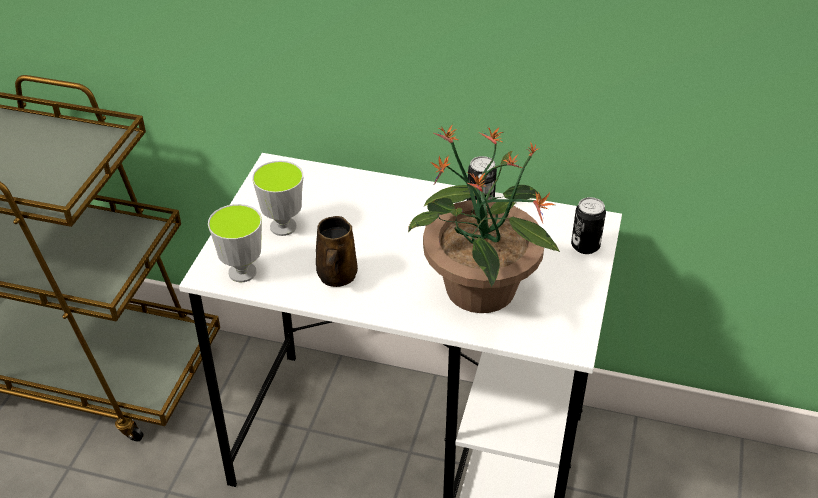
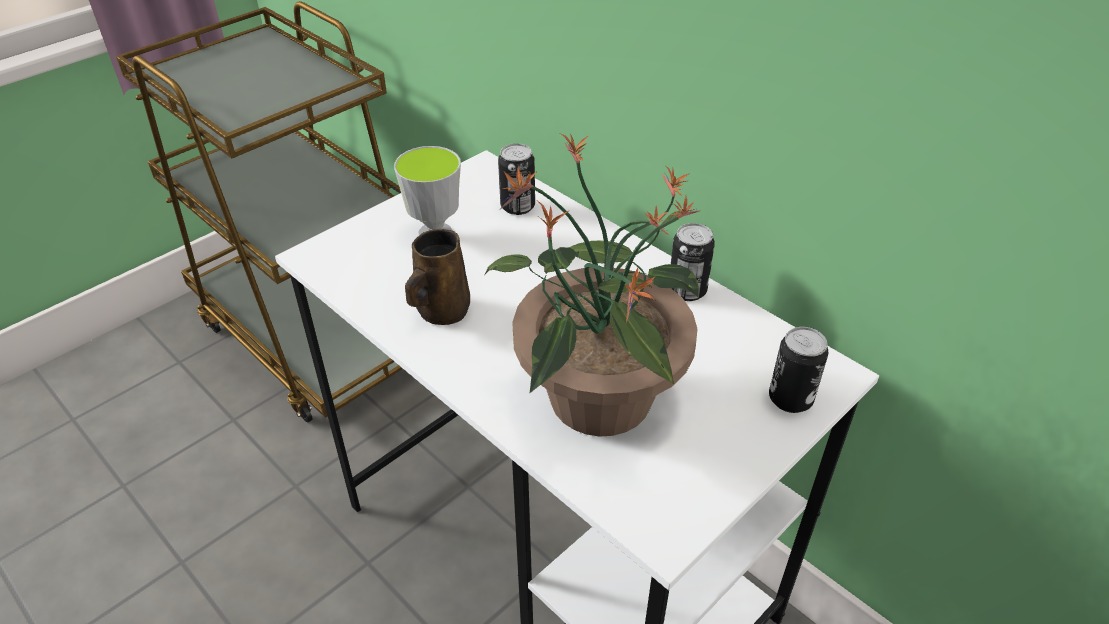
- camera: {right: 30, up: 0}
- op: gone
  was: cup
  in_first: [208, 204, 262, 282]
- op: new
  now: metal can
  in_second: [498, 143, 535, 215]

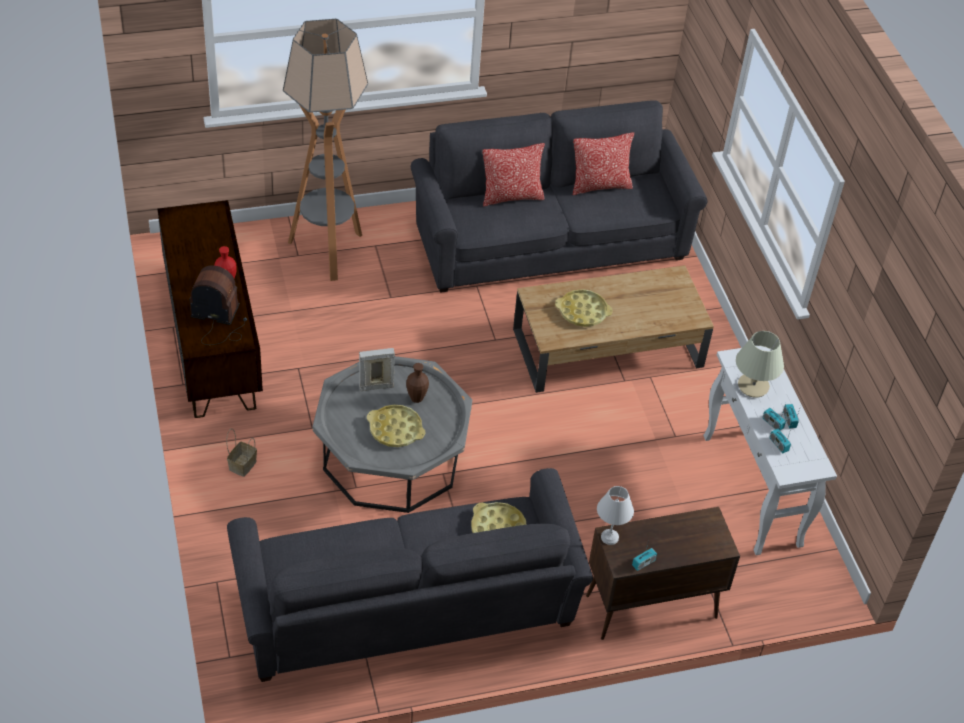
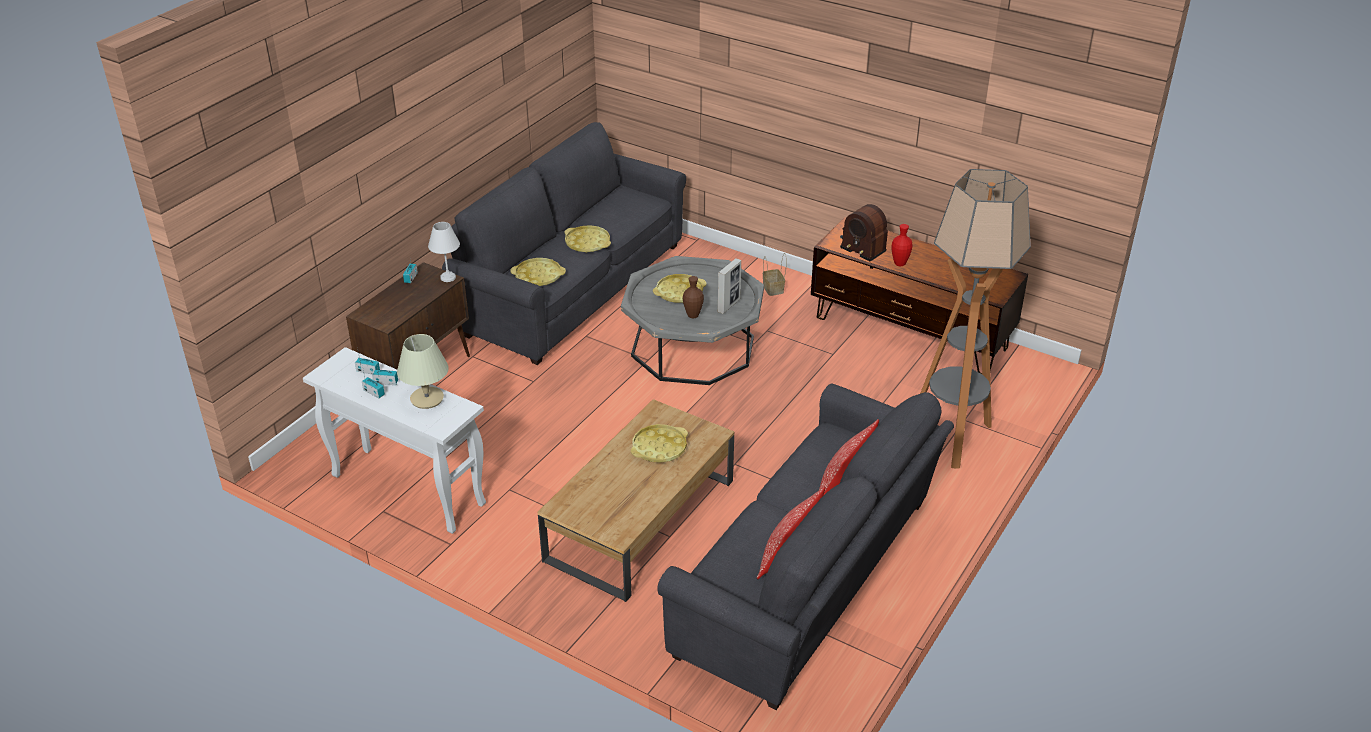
- camera: {right: 140, up: -10}
- op: rotated
  was: radio set
  in_first: [189, 265, 247, 345]
  in_second: [840, 204, 888, 261]
  clockwise: 75
- op: new
  now: yellow serving tray
  in_second: [564, 225, 611, 253]

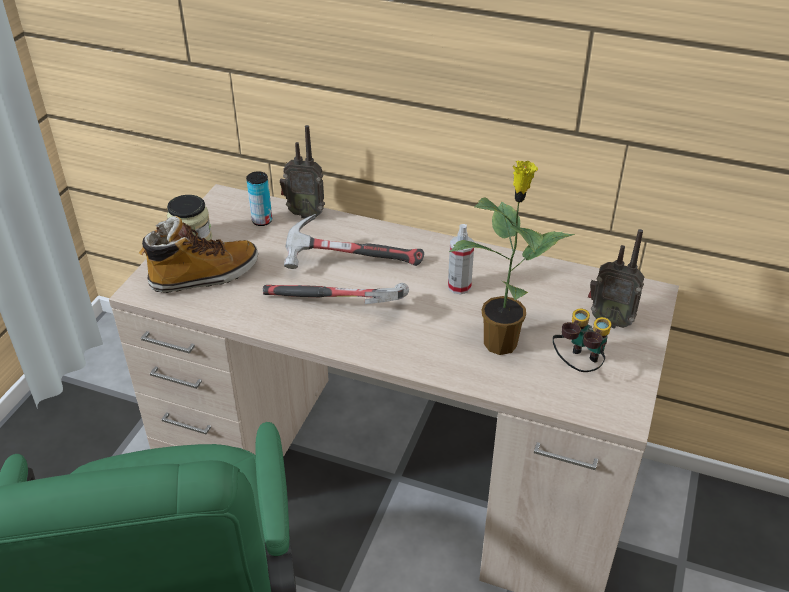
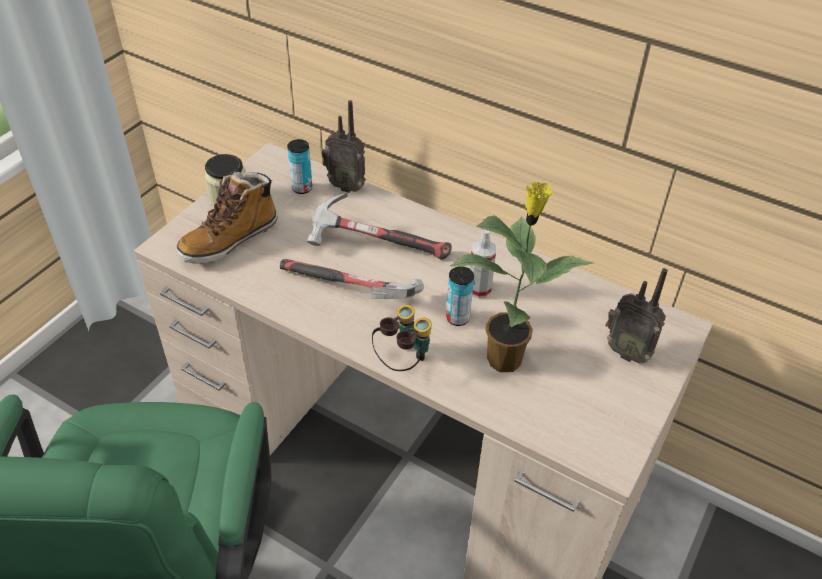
- camera: {right: 10, up: 5}
- op: rotated
  was: high-top boot
  in_first: [139, 216, 258, 293]
  in_second: [176, 172, 278, 264]
  clockwise: 150
- op: shifted
  was: pair of binoculars
  in_first: [553, 309, 612, 372]
  in_second: [372, 305, 432, 371]
- op: new
  now: metal can
  in_second: [446, 266, 474, 326]

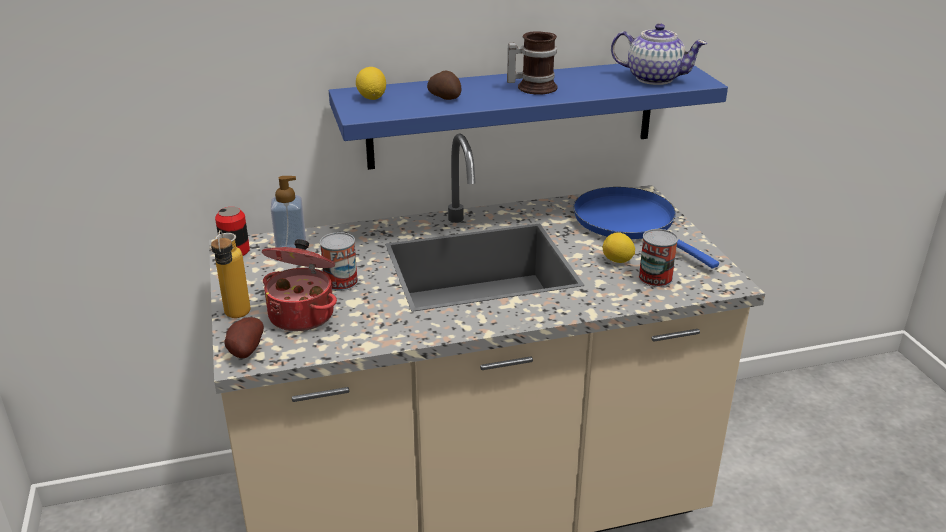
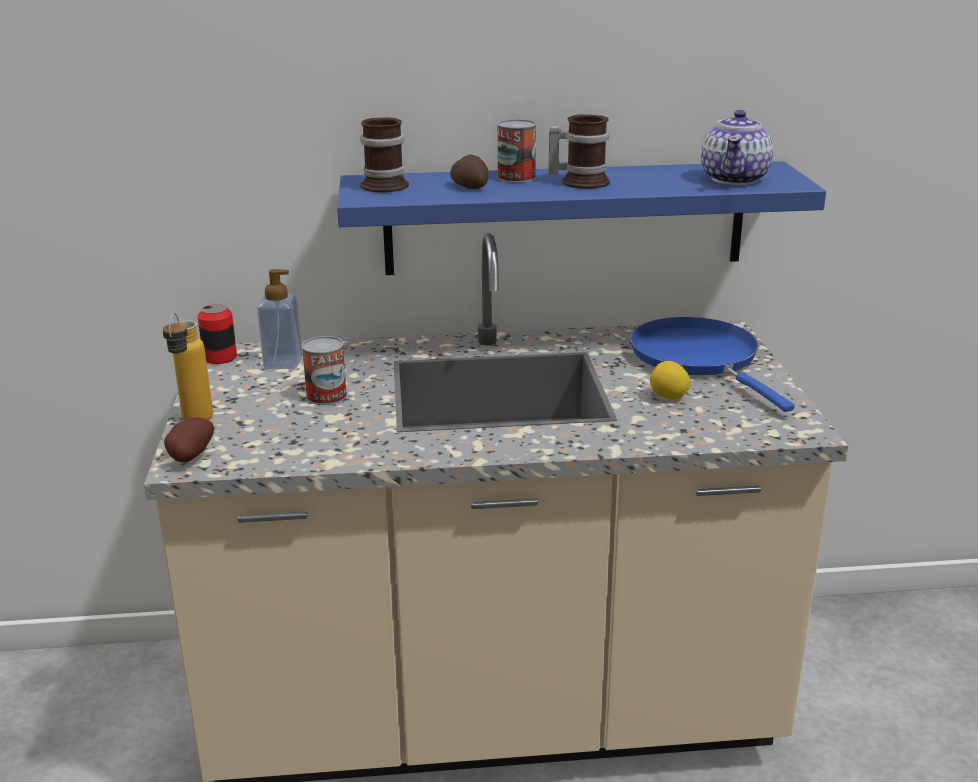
- camera: {right: 10, up: -5}
- op: rotated
  was: teapot
  in_first: [611, 23, 707, 85]
  in_second: [701, 110, 773, 185]
  clockwise: 75
- op: swapped
  was: whole lemon
  now: tea mug
  in_first: [356, 67, 386, 100]
  in_second: [360, 118, 409, 193]
- op: shifted
  was: metal can
  in_first: [638, 229, 678, 287]
  in_second: [497, 119, 537, 183]
- op: gone
  was: saucepot
  in_first: [262, 239, 337, 331]

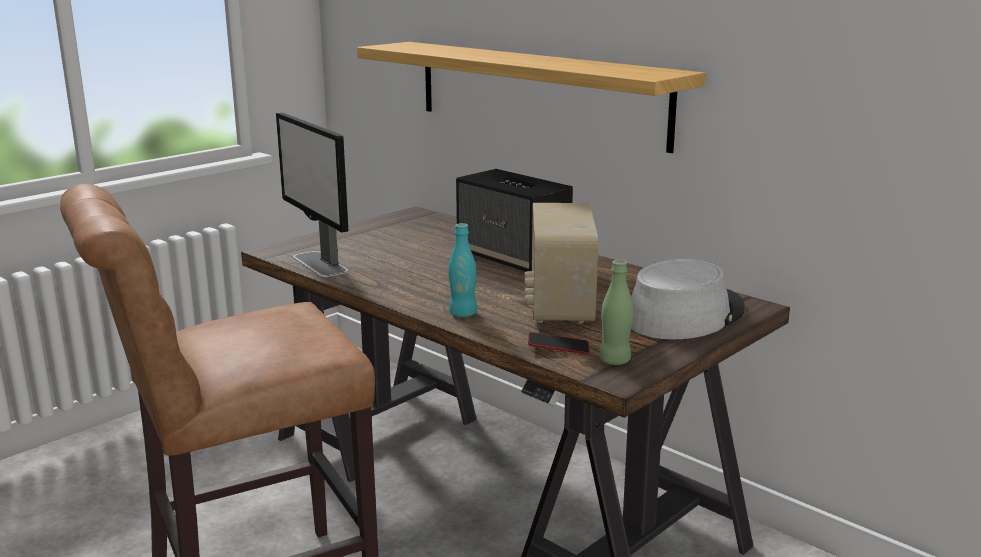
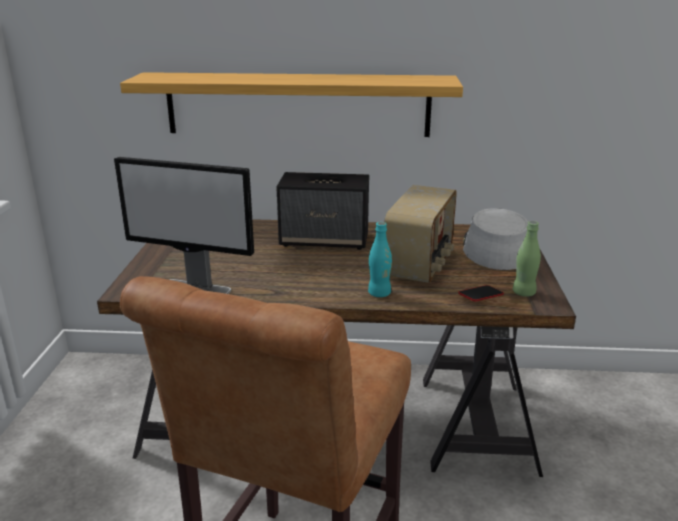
- camera: {right: -40, up: 5}
- op: rotated
  was: radio set
  in_first: [525, 203, 598, 323]
  in_second: [384, 185, 457, 283]
  clockwise: -120

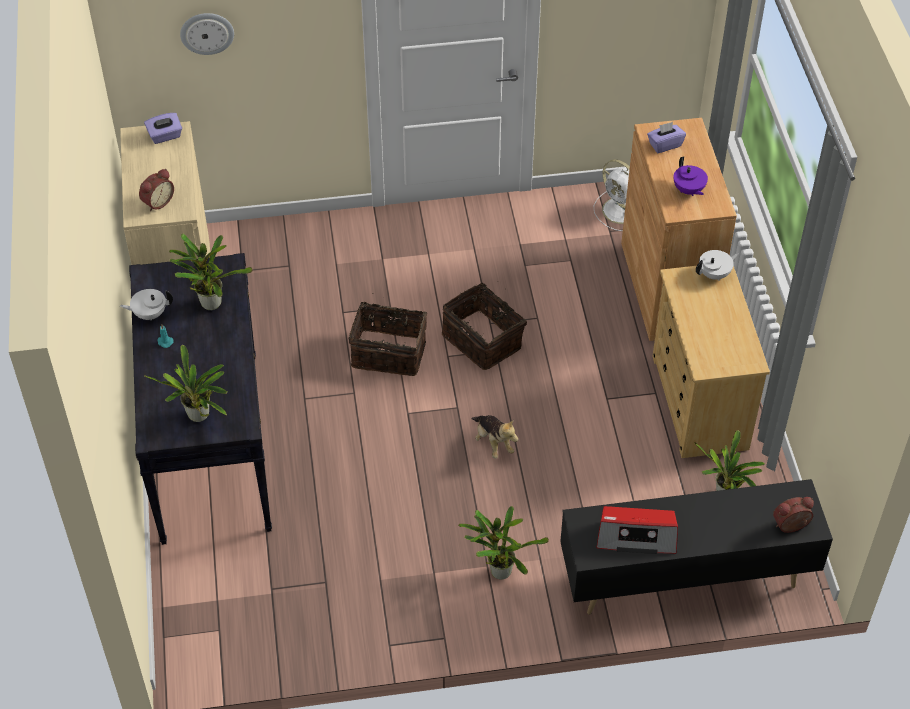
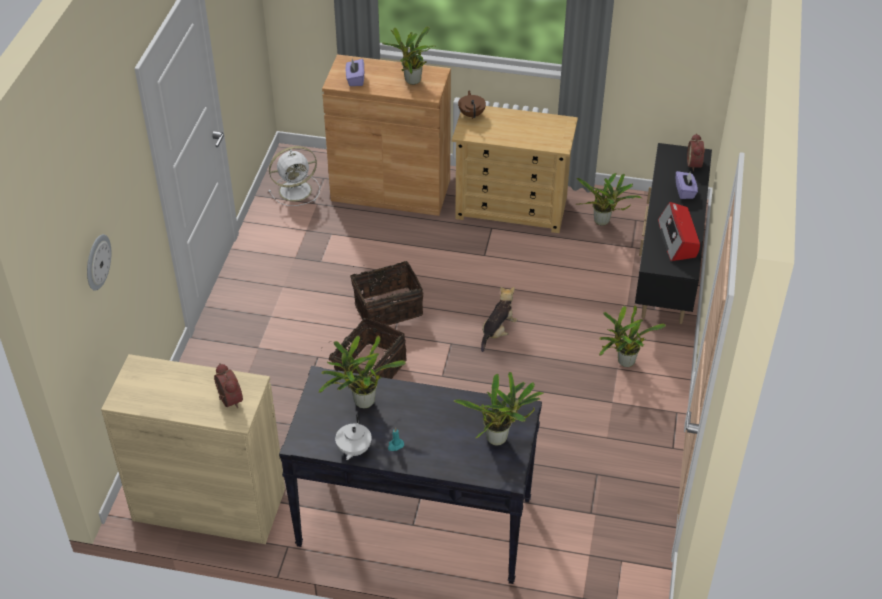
- camera: {right: -70, up: -5}
- op: shifted
  was: purple-coloured box of tissues
  in_first: [144, 113, 182, 144]
  in_second: [676, 171, 698, 199]
- op: swapped
  was: purple-coloured teapot
  now: houseplant
  in_first: [673, 156, 708, 196]
  in_second: [382, 27, 435, 85]
- op: repainted
  was: white teapot
  now: brownish teapot
  in_first: [696, 250, 739, 281]
  in_second: [458, 90, 486, 119]
- op: rotated
  was: cuddly toy
  in_first: [472, 415, 519, 459]
  in_second: [481, 287, 517, 352]
  clockwise: -45
- op: rotated
  was: radio set
  in_first: [596, 506, 678, 554]
  in_second: [658, 202, 700, 261]
  clockwise: 150

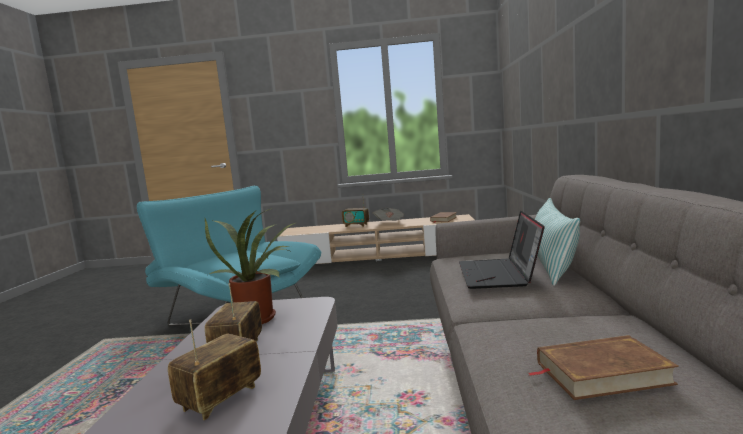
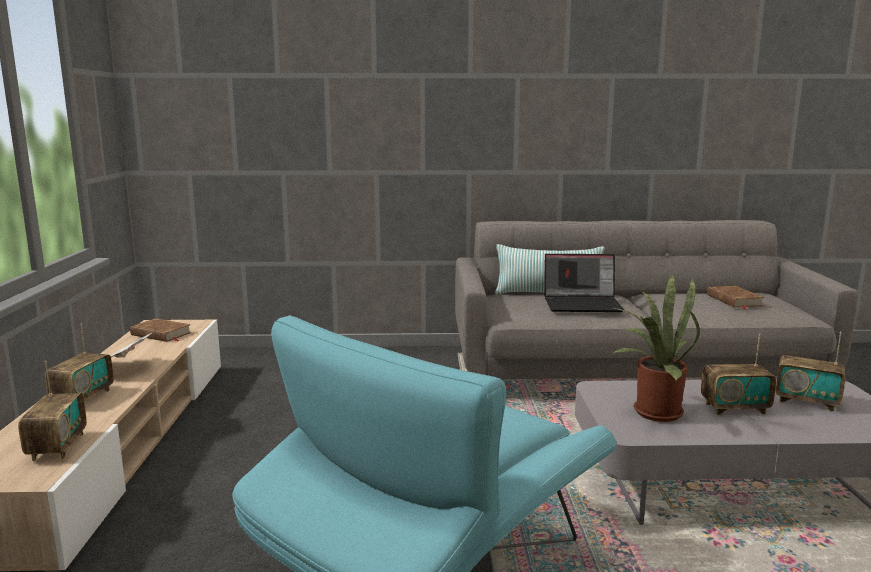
- camera: {right: -95, up: 5}
- op: new
  now: radio set
  in_second: [18, 361, 87, 461]

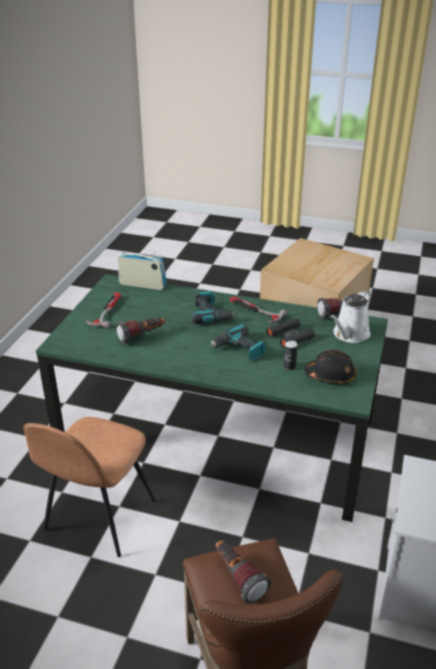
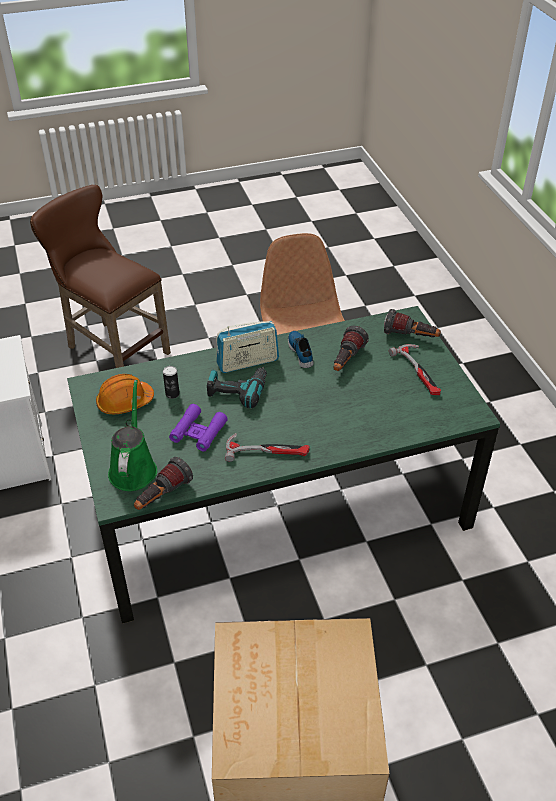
- camera: {right: 145, up: 10}
- op: shifted
  was: radio set
  in_first: [118, 251, 167, 290]
  in_second: [216, 321, 279, 373]
- op: repainted
  was: white watering pot
  now: green watering pot
  in_first: [330, 290, 370, 343]
  in_second: [108, 380, 157, 491]
- op: gone
  was: drill
  in_first: [192, 291, 237, 324]
- op: repainted
  was: black pair of binoculars
  now: purple-coloured pair of binoculars
  in_first: [266, 318, 315, 349]
  in_second: [169, 404, 228, 451]
- op: repainted
  was: black safety helmet
  now: orange-coloured safety helmet
  in_first: [304, 350, 357, 384]
  in_second: [96, 374, 154, 414]
- op: shifted
  was: flashlight
  in_first: [216, 540, 271, 604]
  in_second: [384, 309, 441, 337]
- op: new
  now: item of footwear
  in_second: [288, 331, 314, 368]

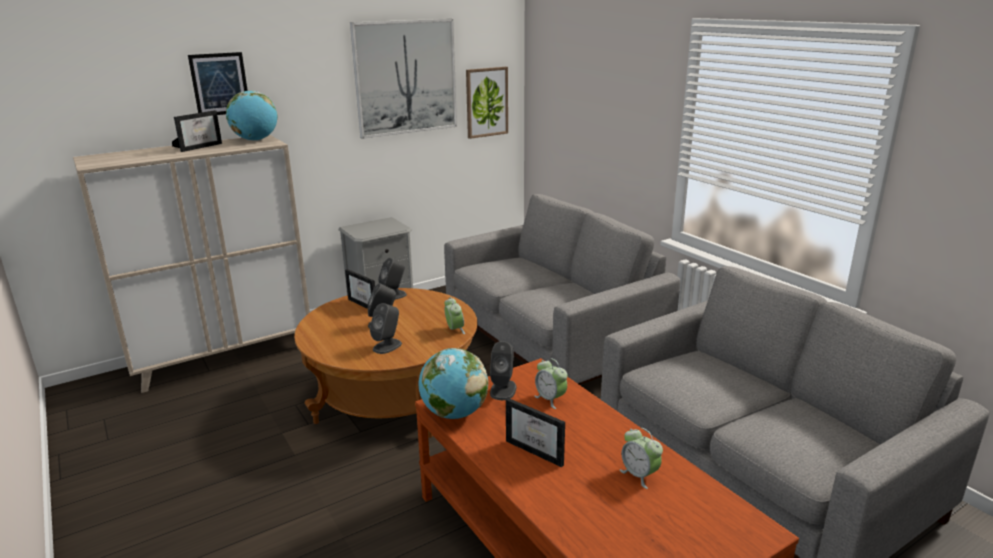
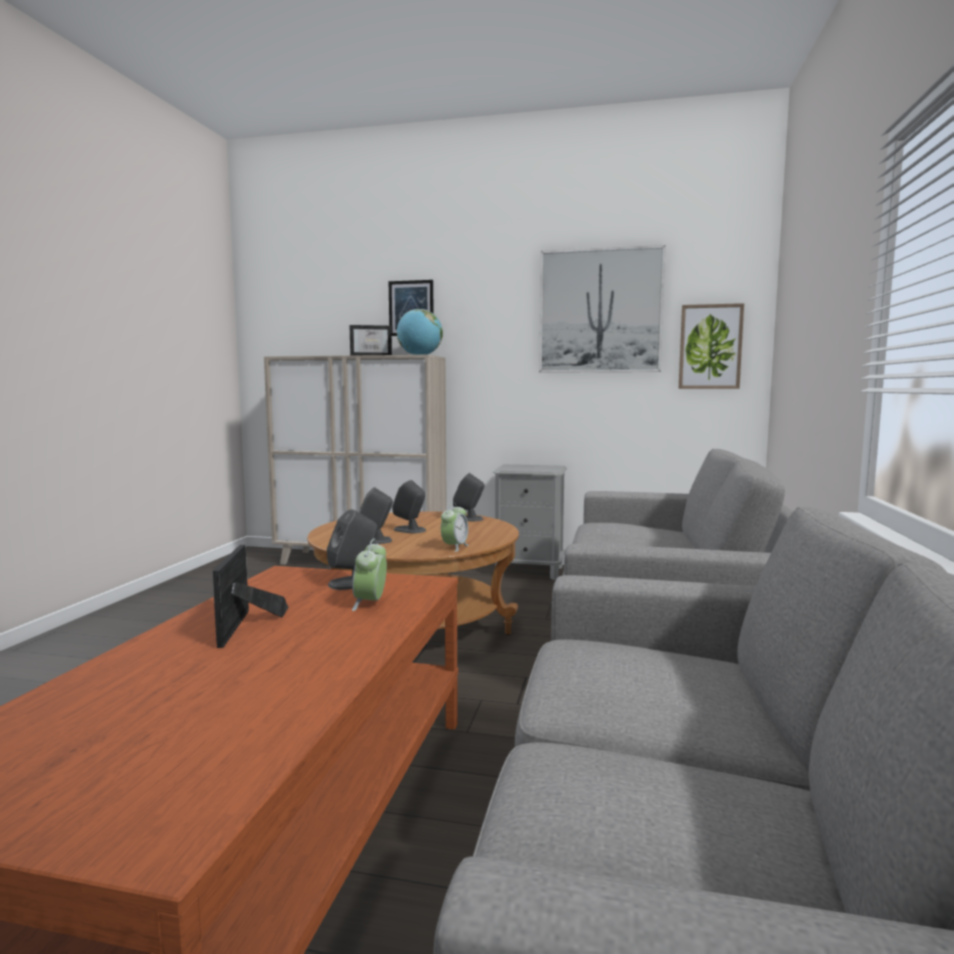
- camera: {right: 45, up: -15}
- op: gone
  was: photo frame
  in_first: [345, 269, 375, 309]
- op: gone
  was: world globe
  in_first: [419, 348, 488, 419]
- op: gone
  was: bedside clock
  in_first: [620, 428, 663, 489]

